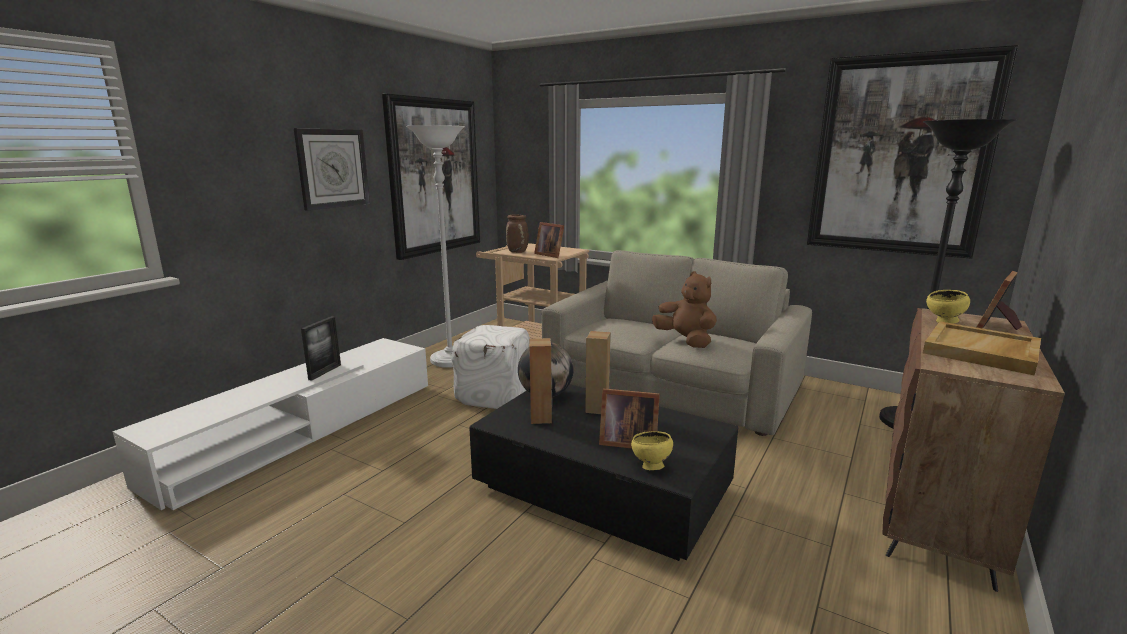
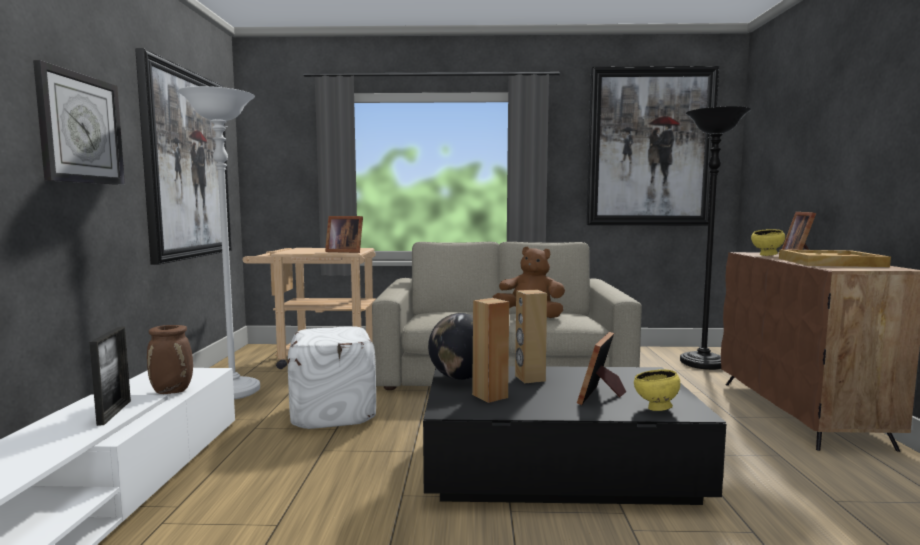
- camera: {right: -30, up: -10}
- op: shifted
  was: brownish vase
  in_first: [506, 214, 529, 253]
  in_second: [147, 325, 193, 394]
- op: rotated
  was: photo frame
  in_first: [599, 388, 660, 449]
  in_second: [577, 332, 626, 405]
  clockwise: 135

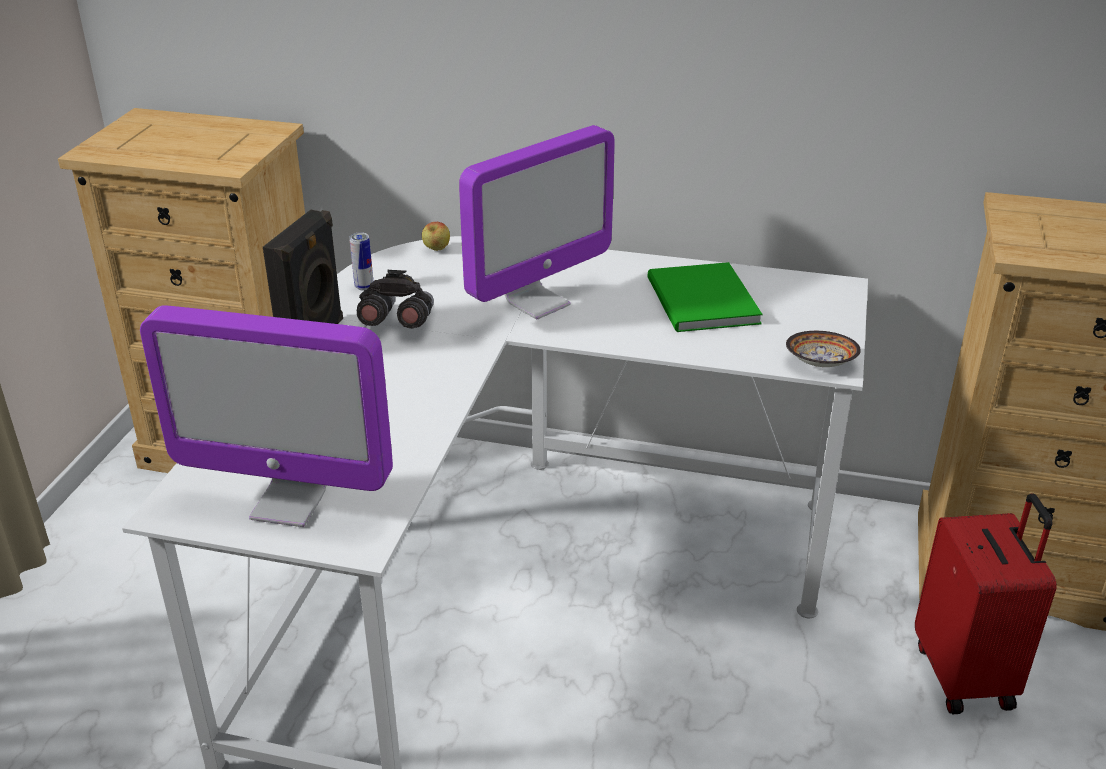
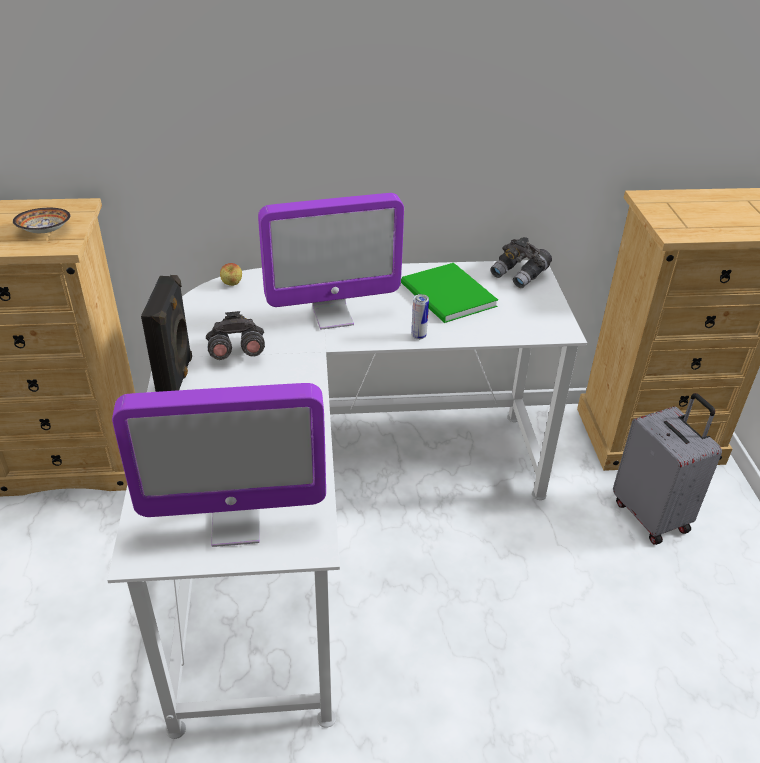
- camera: {right: -20, up: 5}
- op: rotated
  was: monitor
  in_first: [459, 125, 615, 320]
  in_second: [258, 193, 404, 330]
  clockwise: 45
- op: shifted
  was: metal can
  in_first: [349, 232, 374, 290]
  in_second: [411, 294, 429, 340]
- op: shifted
  was: serving bowl
  in_first: [786, 331, 861, 367]
  in_second: [13, 208, 70, 233]
- op: repainted
  was: reddish suitcase
  now: gray suitcase
  in_first: [915, 494, 1057, 714]
  in_second: [613, 393, 722, 545]
- op: new
  now: gray pair of binoculars
  in_second: [490, 237, 552, 288]

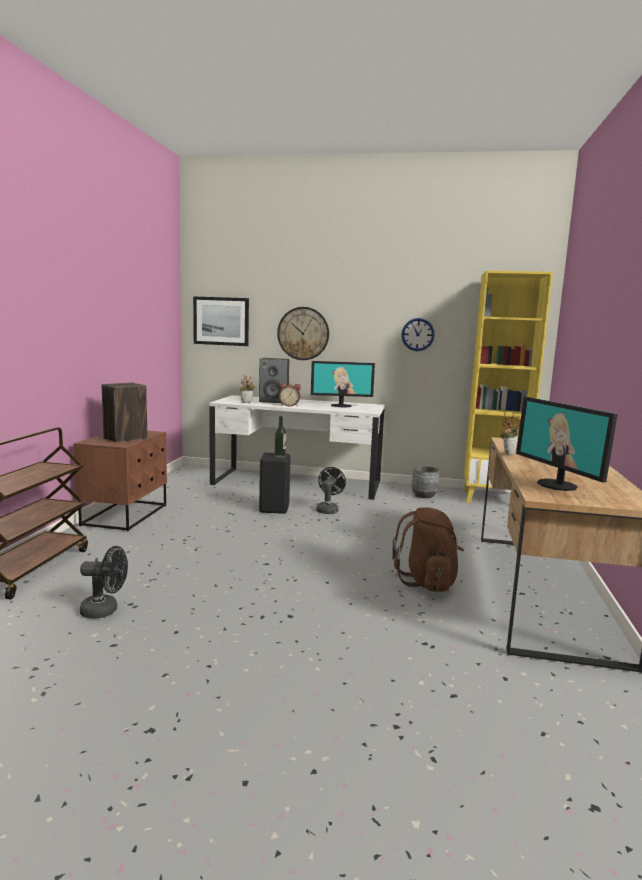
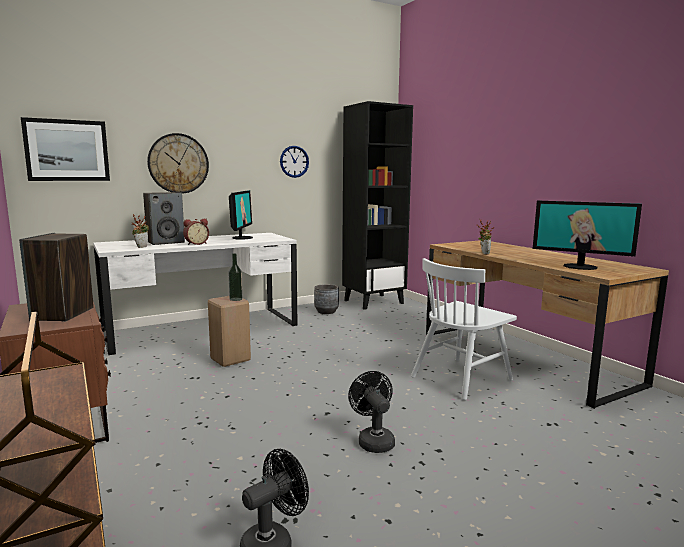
- camera: {right: -40, up: 0}
- op: repainted
  was: yellow bookcase
  now: black bookcase
  in_first: [464, 271, 553, 503]
  in_second: [342, 101, 413, 310]
- op: rotated
  was: monitor
  in_first: [311, 361, 375, 407]
  in_second: [229, 190, 253, 240]
  clockwise: -45
- op: repainted
  was: black sitting stool
  now: beige sitting stool
  in_first: [259, 453, 291, 514]
  in_second: [208, 296, 251, 367]
- op: shifted
  was: black electric fan
  in_first: [316, 467, 346, 514]
  in_second: [348, 371, 395, 453]
- op: swapped
  was: brownish backpack
  now: white plain chair
  in_first: [392, 507, 464, 592]
  in_second: [411, 258, 517, 400]

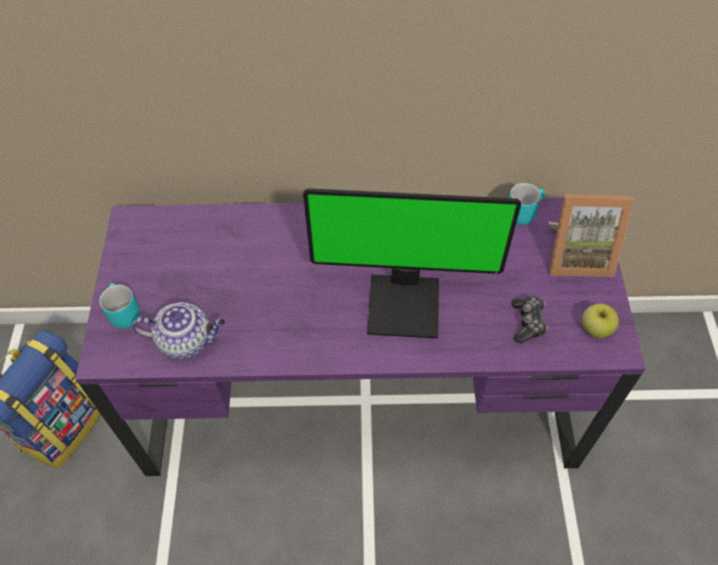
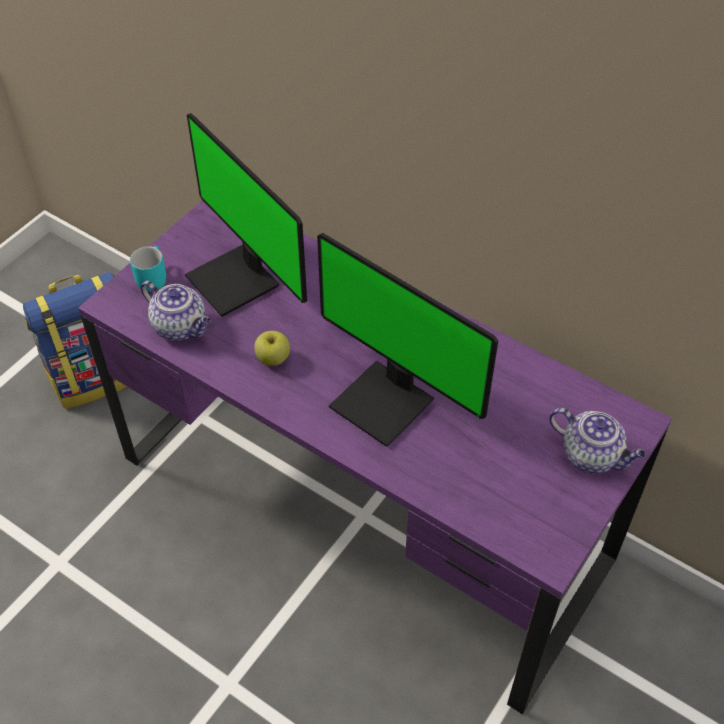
- camera: {right: 35, up: -5}
- op: gone
  was: turquoise tea mug
  in_first: [509, 183, 545, 225]
- op: swapped
  was: photo frame
  now: teapot
  in_first: [549, 194, 634, 277]
  in_second: [549, 408, 646, 474]
- op: gone
  was: game controller
  in_first: [512, 296, 548, 343]
- op: shifted
  was: apple
  in_first: [582, 303, 619, 338]
  in_second: [254, 331, 290, 365]
- op: new
  now: monitor
  in_second: [185, 113, 307, 317]

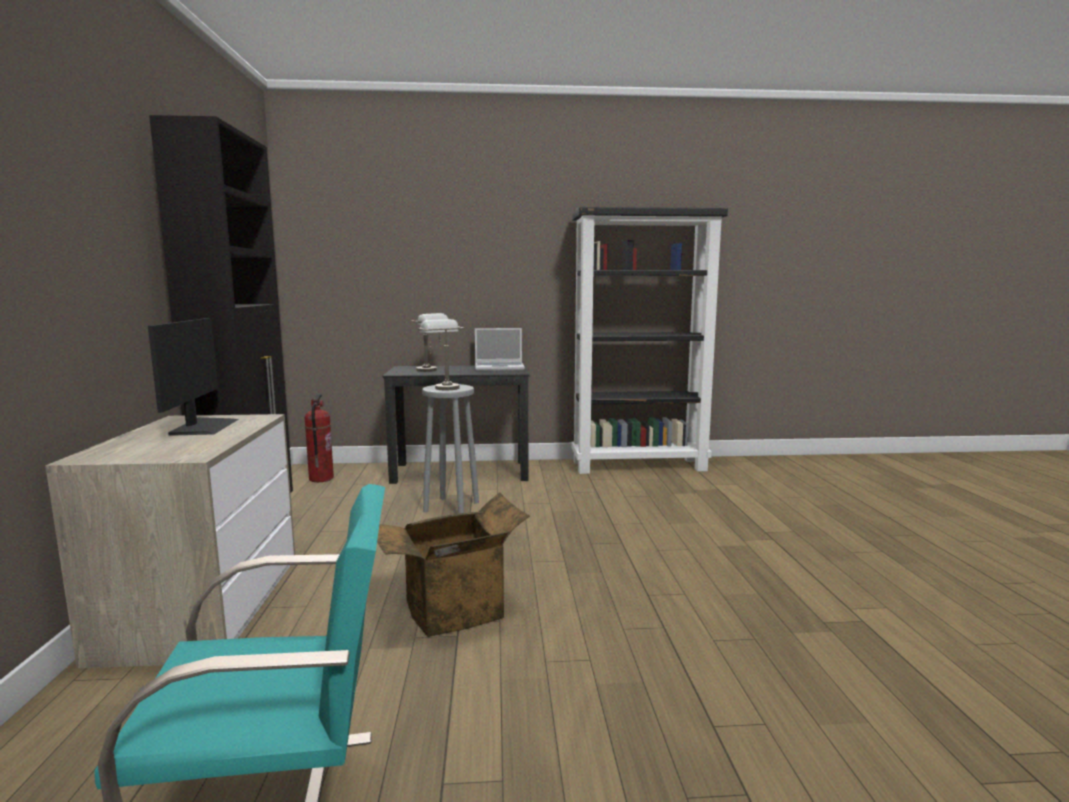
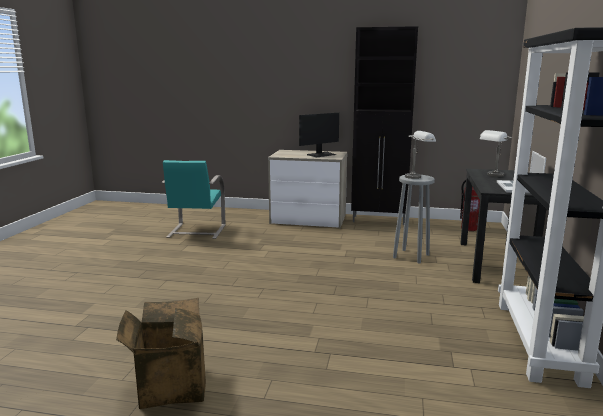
- camera: {right: 105, up: 5}
- op: rotated
  was: monitor
  in_first: [148, 318, 239, 436]
  in_second: [299, 112, 339, 157]
  clockwise: -45
- op: shifted
  was: packing box
  in_first: [377, 493, 530, 637]
  in_second: [116, 298, 206, 409]

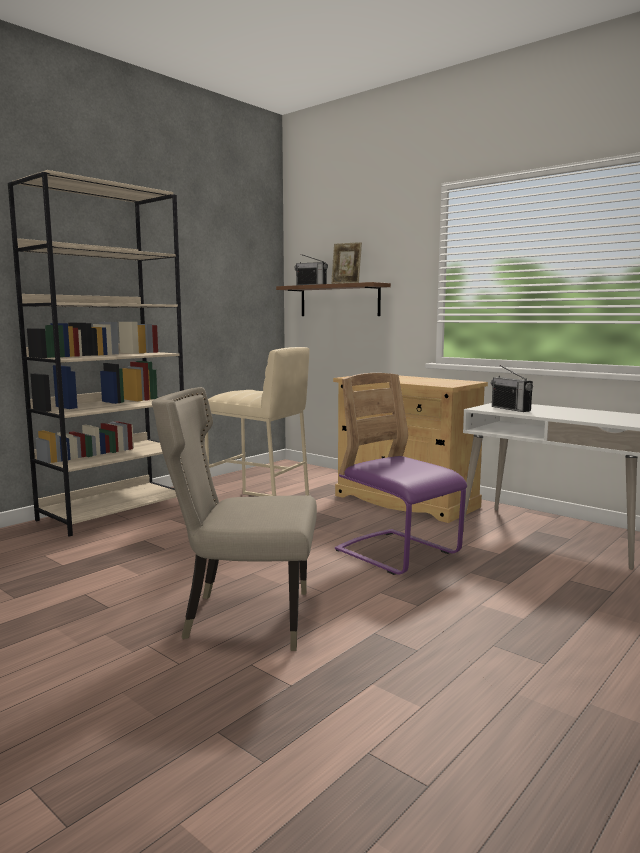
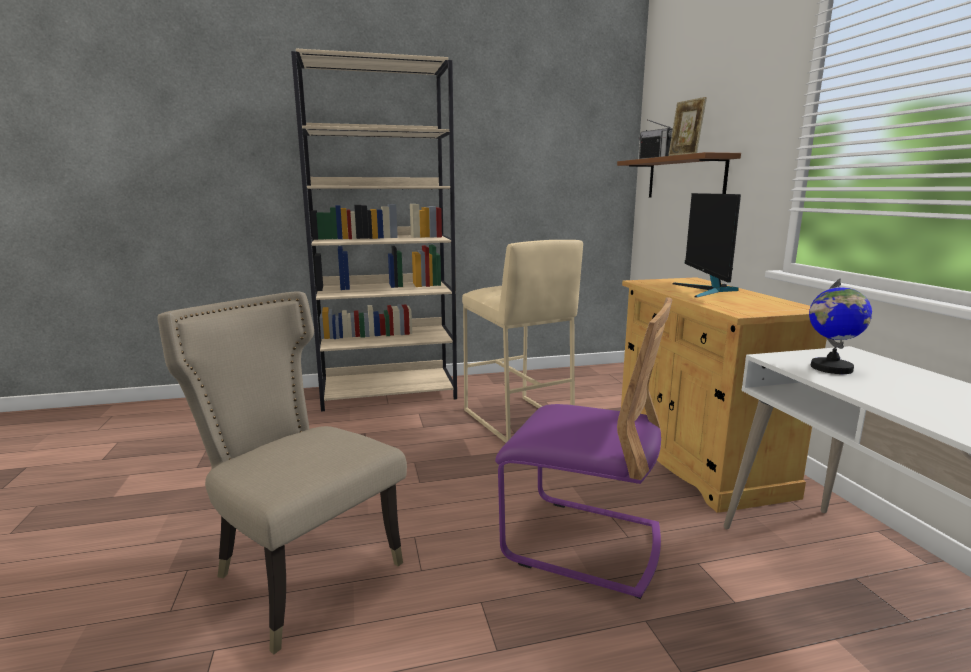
- camera: {right: 35, up: 5}
- op: swapped
  was: radio set
  now: world globe
  in_first: [491, 365, 533, 412]
  in_second: [809, 279, 872, 374]
- op: rotated
  was: purple-coloured plain chair
  in_first: [335, 373, 467, 575]
  in_second: [495, 297, 672, 599]
  clockwise: 120
- op: new
  now: monitor
  in_second: [673, 193, 741, 298]

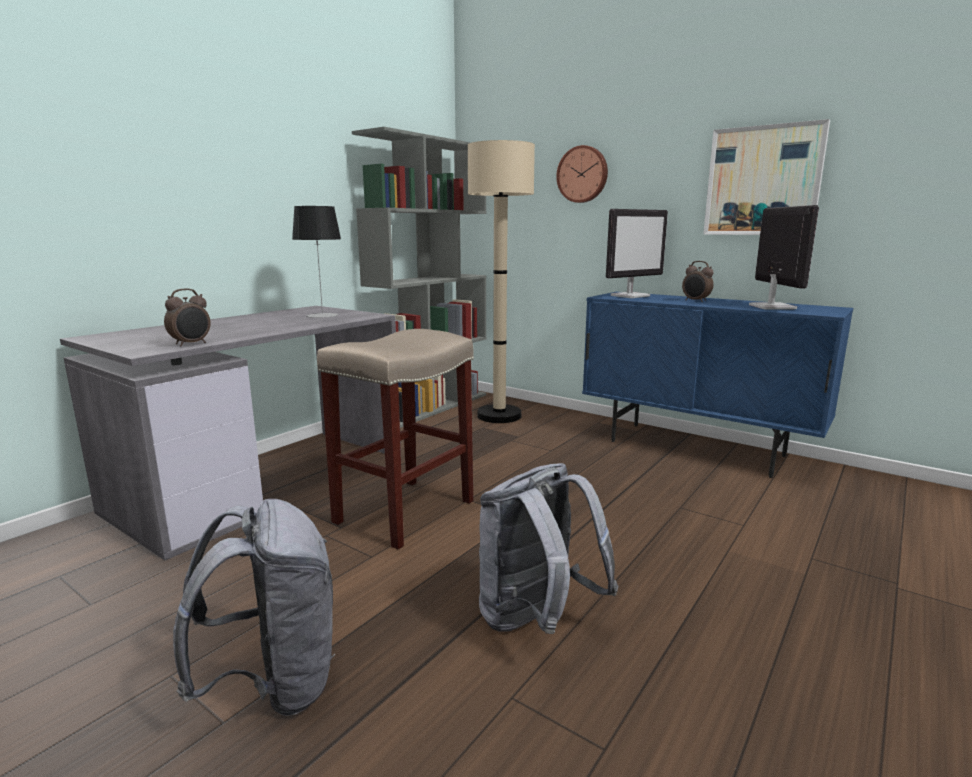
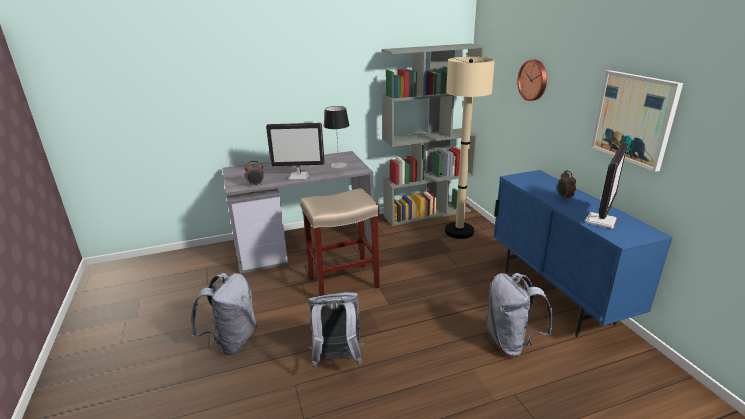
- camera: {right: 35, up: 10}
- op: shifted
  was: monitor
  in_first: [606, 209, 668, 298]
  in_second: [266, 123, 325, 180]
- op: new
  now: gray backpack
  in_second: [486, 273, 553, 357]

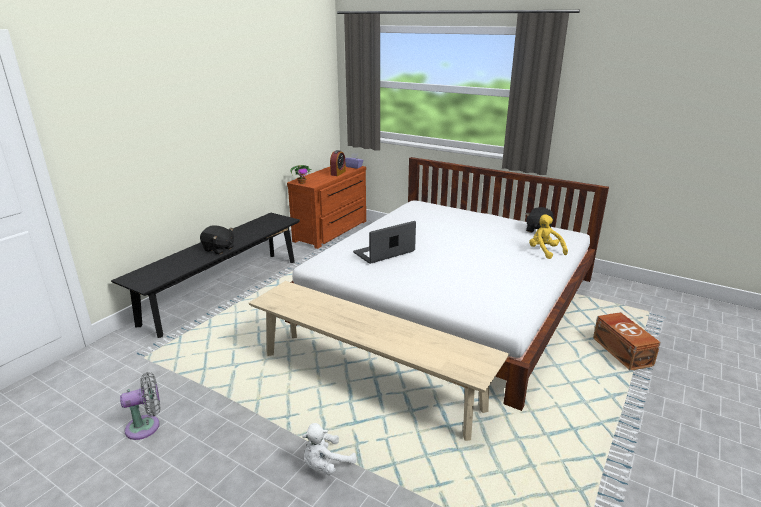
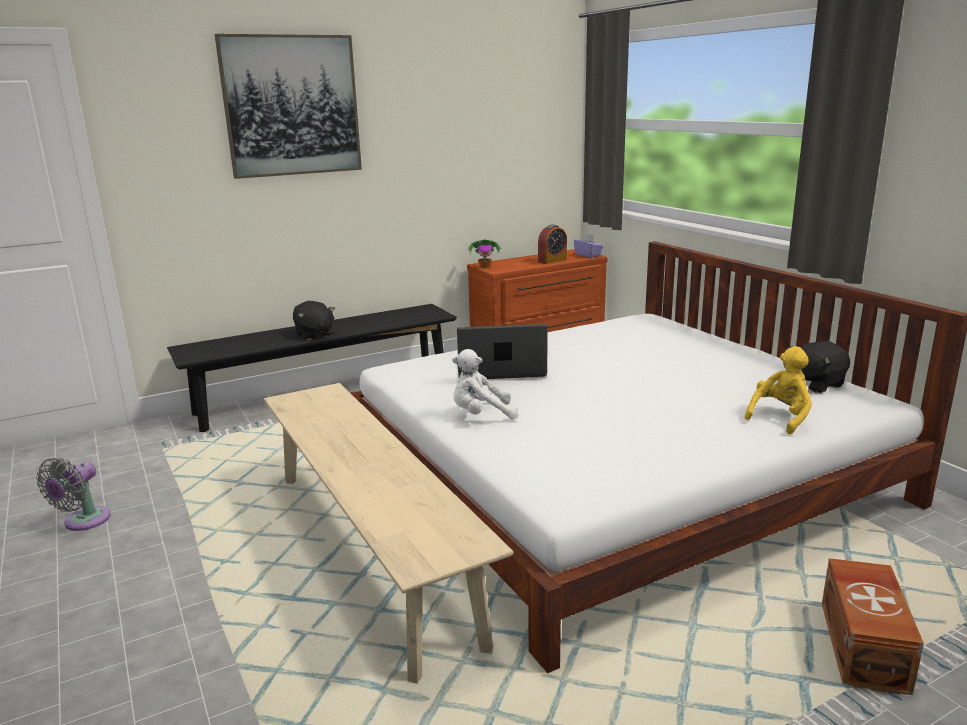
- camera: {right: 30, up: -5}
- op: rotated
  was: yellow cuddly toy
  in_first: [529, 214, 568, 259]
  in_second: [745, 346, 812, 435]
  clockwise: 45
- op: rotated
  was: gray electric fan
  in_first: [120, 372, 160, 440]
  in_second: [36, 458, 111, 531]
  clockwise: 105
- op: shifted
  was: white cuddly toy
  in_first: [302, 423, 357, 476]
  in_second: [452, 349, 518, 420]
- op: new
  now: wall picture
  in_second: [215, 34, 362, 179]

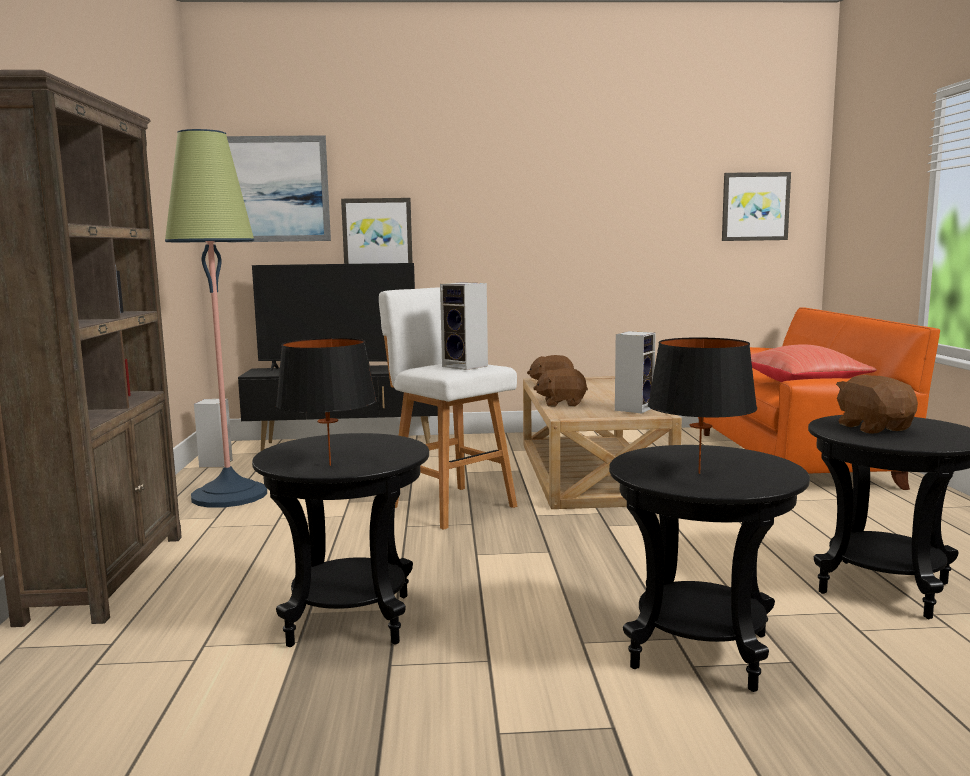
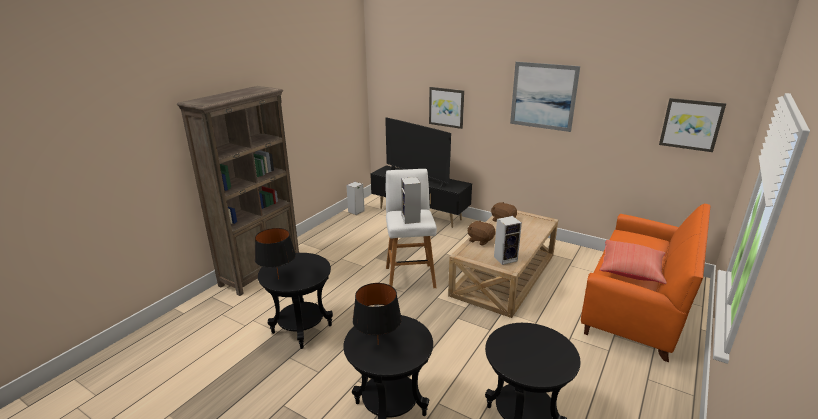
- camera: {right: 35, up: 15}
- op: gone
  was: standing lamp
  in_first: [165, 129, 267, 508]
- op: shifted
  was: wall picture
  in_first: [227, 135, 331, 242]
  in_second: [510, 62, 580, 132]
- op: gone
  was: brownish cuddly toy
  in_first: [836, 375, 918, 434]

